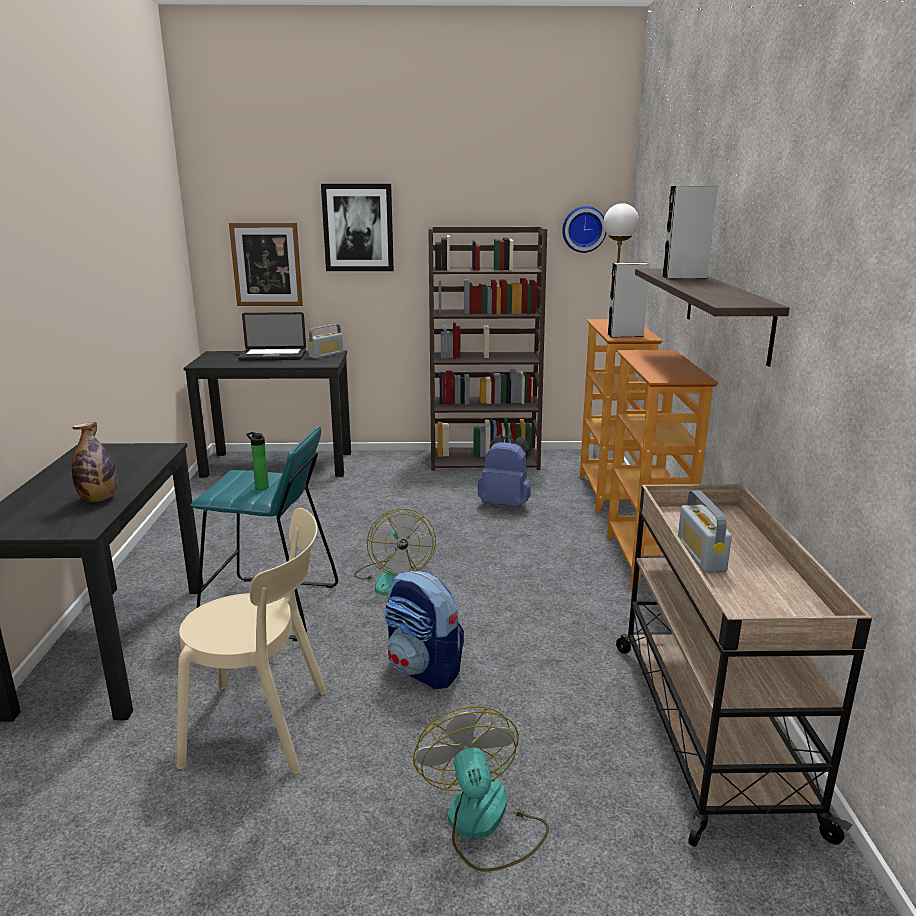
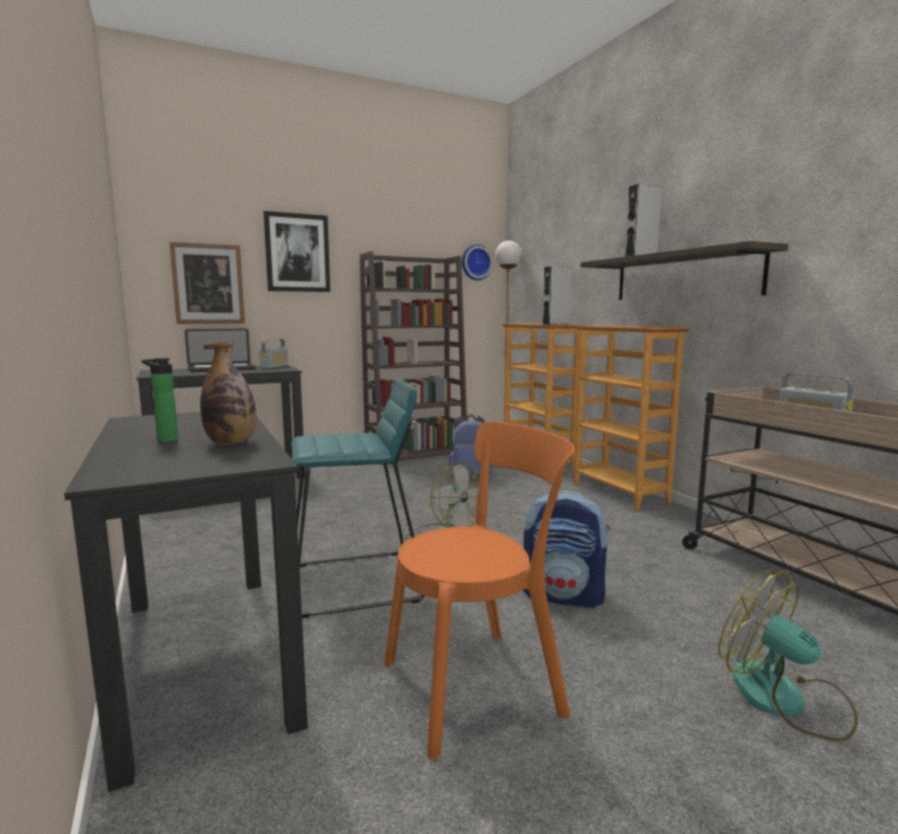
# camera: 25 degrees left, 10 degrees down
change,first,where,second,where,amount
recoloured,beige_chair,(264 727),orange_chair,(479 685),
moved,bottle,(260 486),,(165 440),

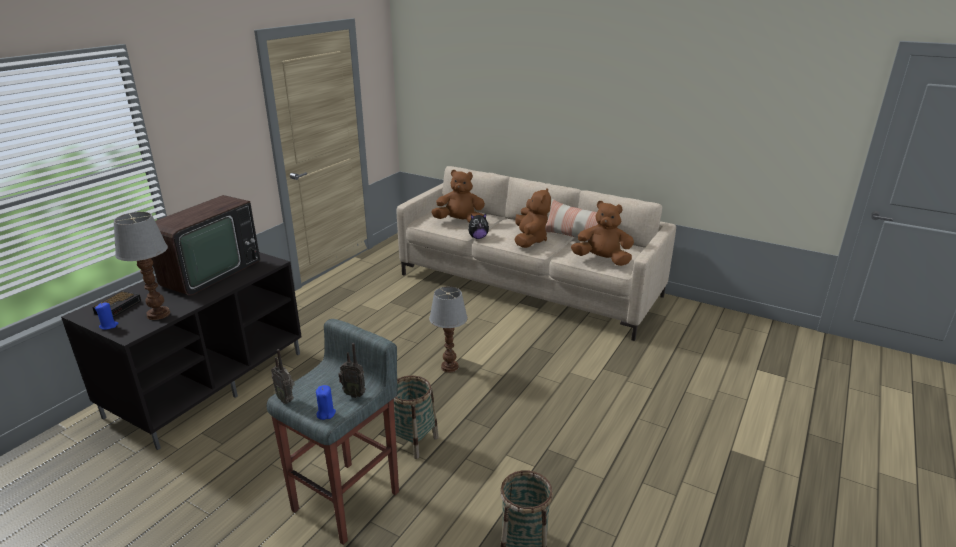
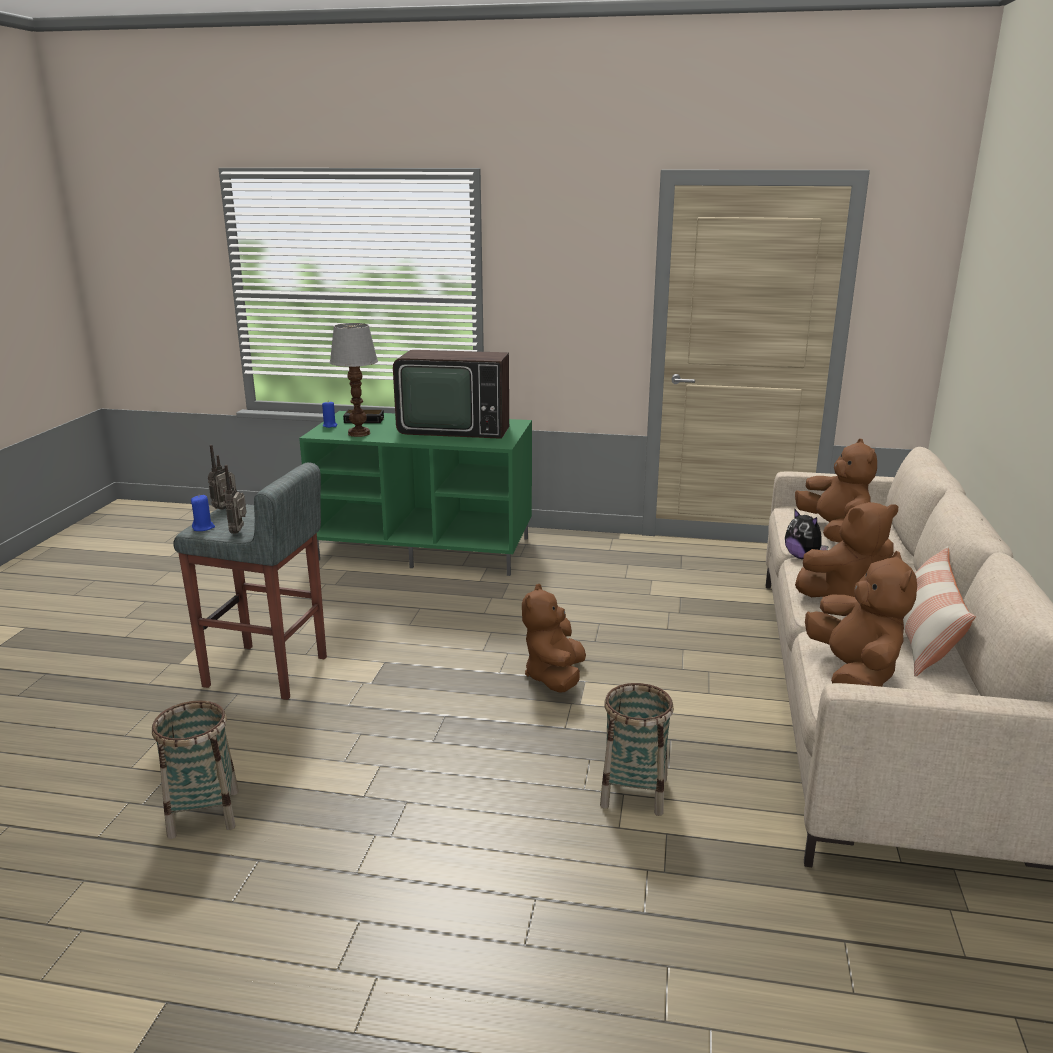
# camera: 70 degrees right, 5 degrees down
change,first,where,second,where,amount
recoloured,black_tv_stand,(208 382),green_tv_stand,(427 548),
moved,basket,(413 441),,(633 792),
replaced,table_lamp,(449 367),brown_plush_toy,(555 677),

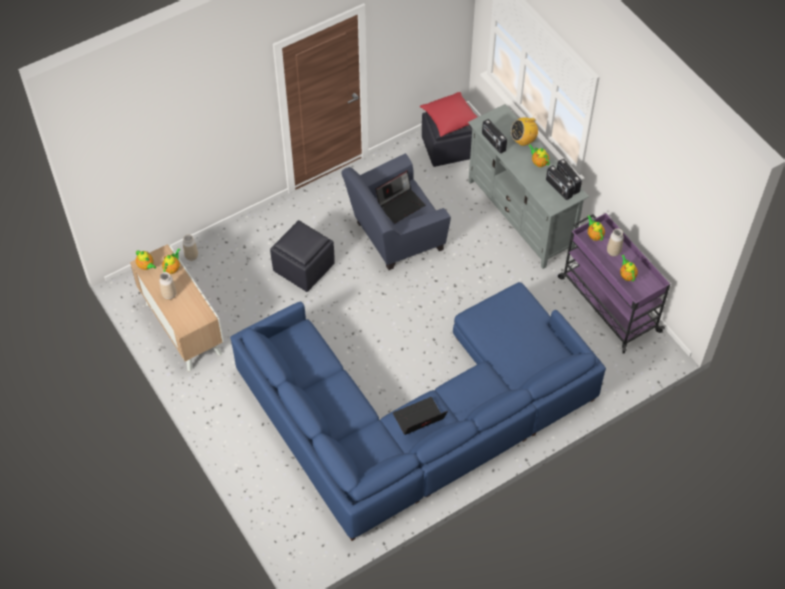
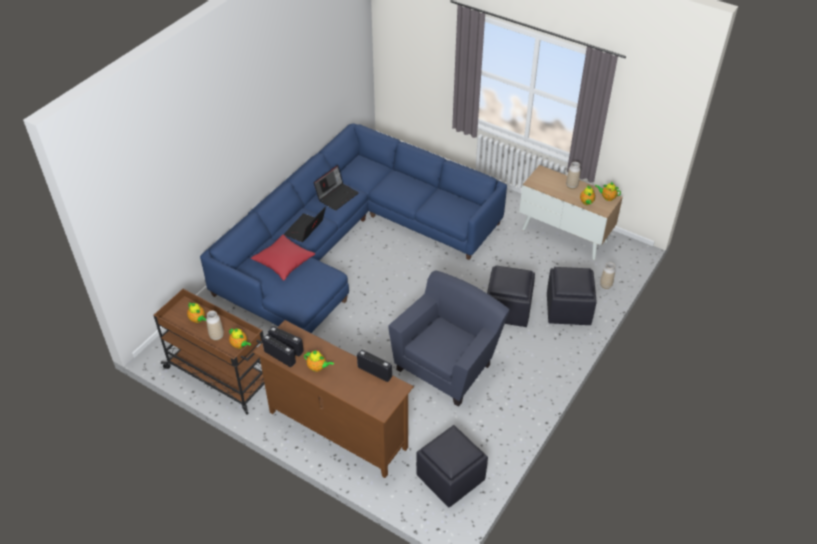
# camera: 155 degrees right, 10 degrees down
change,first,where,second,where,amount
moved,laptop,(400 204),,(305 230),
moved,red_pillow,(450 119),,(284 262),
recoloured,grey_tv_stand,(520 216),brown_tv_stand,(337 430),
removed,radio,(523 140),,,
recoloured,purple_cart,(608 303),brown_cart,(221 376),
added,,,black_ottoman,(568 310),

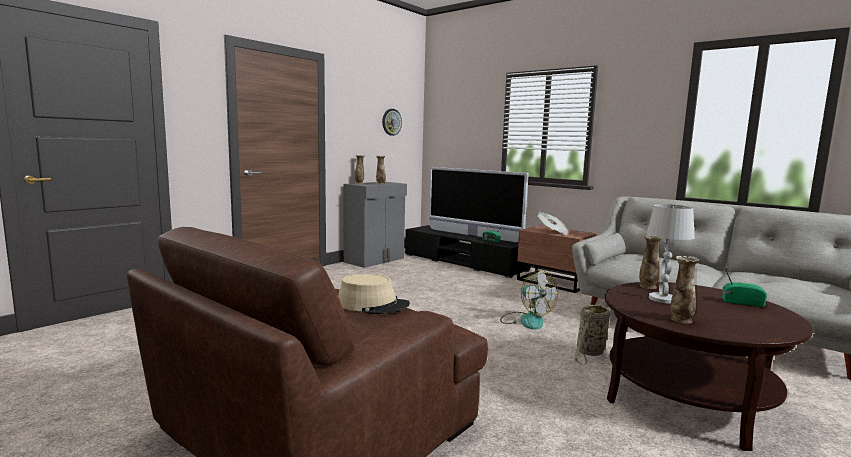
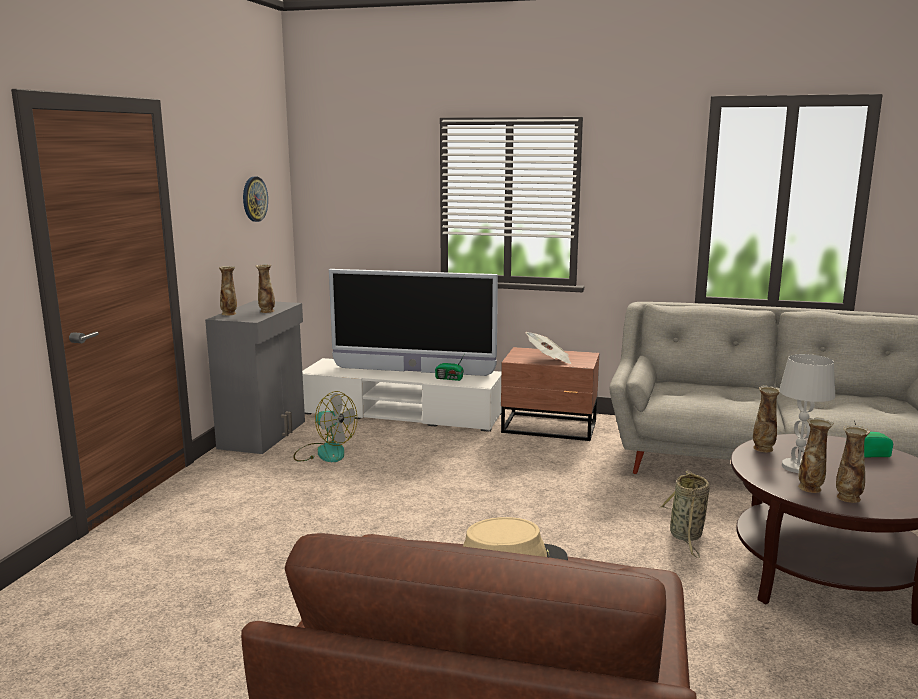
# camera: 25 degrees left, 5 degrees up
change,first,where,second,where,amount
recoloured,black_tv_stand,(464 262),white_tv_stand,(401 413),
moved,fan,(526 320),,(324 452),
added,,,vase,(810 488),

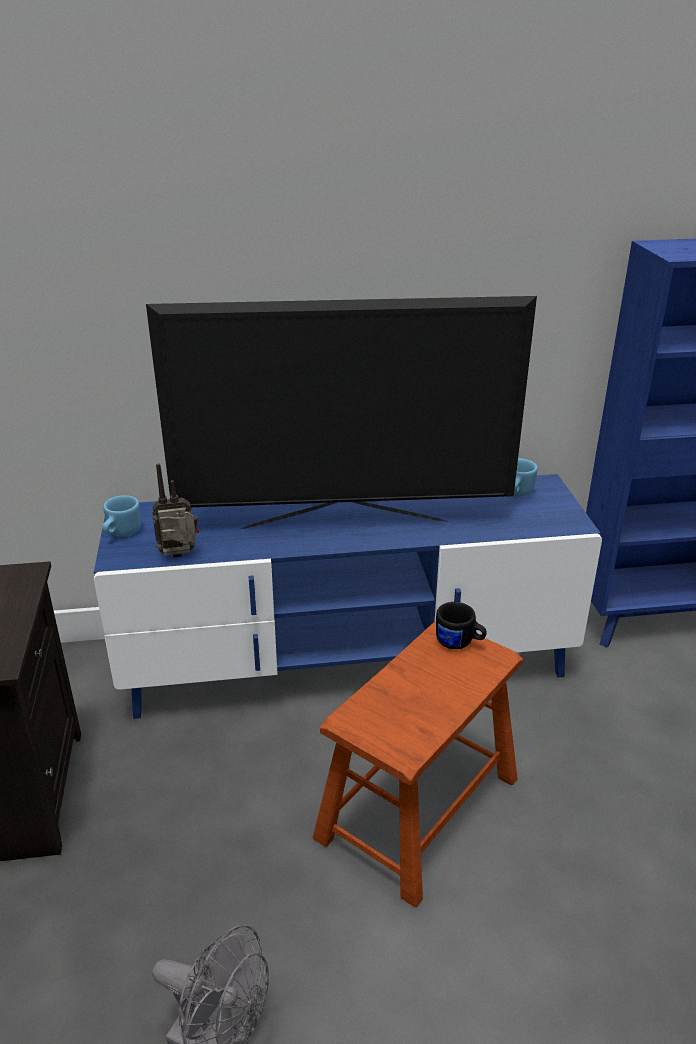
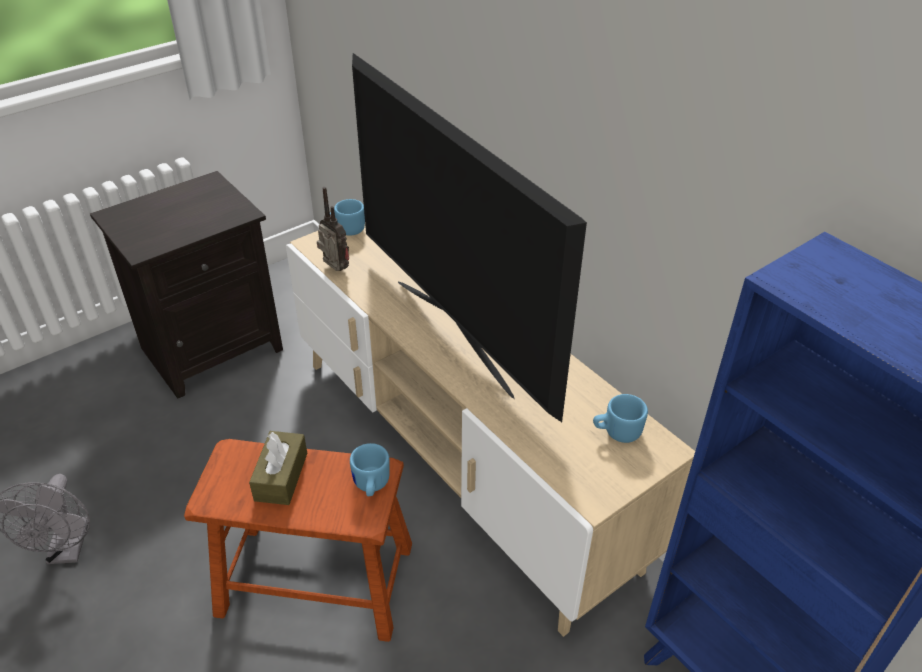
# camera: 60 degrees right, 10 degrees up
change,first,where,second,where,amount
recoloured,blue_tv_stand,(347 661),beige_tv_stand,(460 457),
recoloured,black_mug,(459 643),blue_mug,(370 486),
added,,,brown_tissue_box,(281 476),

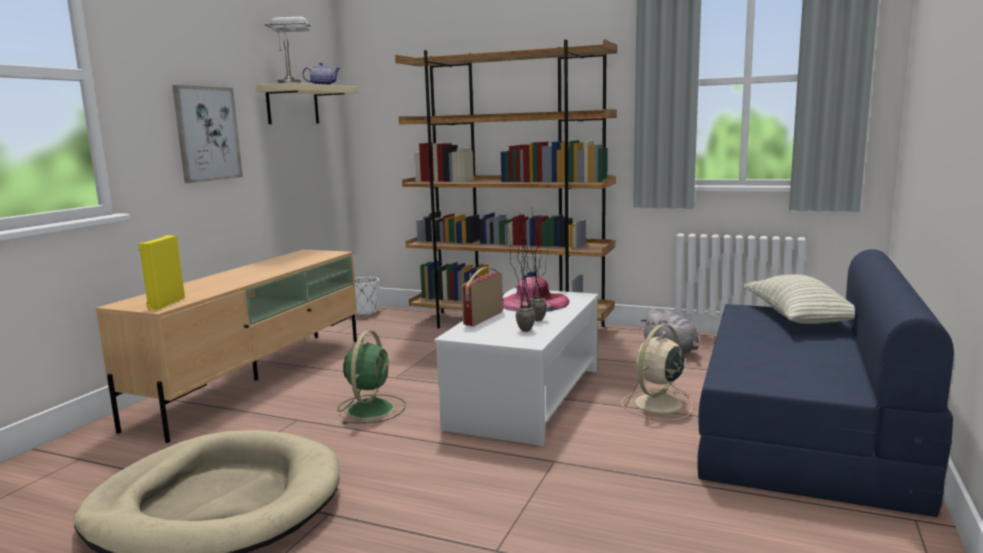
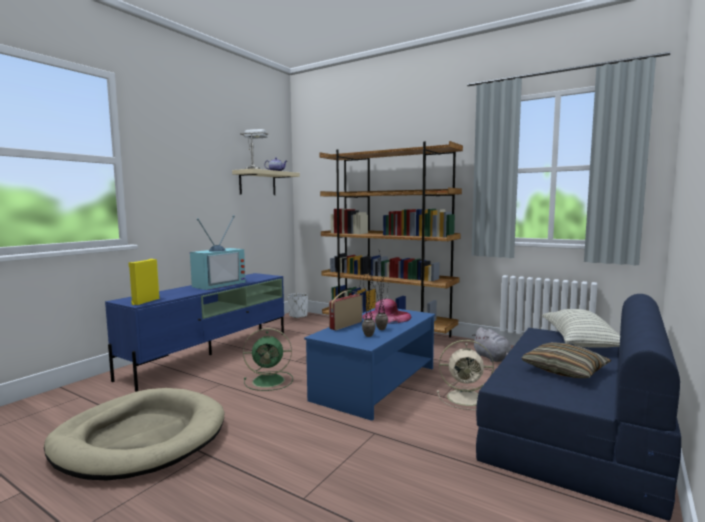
# camera: 10 degrees right, 5 degrees down
change,first,where,second,where,amount
recoloured,beige_tv_stand,(258 379),blue_tv_stand,(211 354),
removed,picture,(207 134),,,
turned,green_fan,(371 408),,(270 381),60 degrees clockwise
recoloured,white_coffee_table,(526 398),blue_coffee_table,(375 383),
turned,beige_fan,(657 405),,(466 398),135 degrees counterclockwise
added,,,television,(218 284),
added,,,pillow,(564 370),

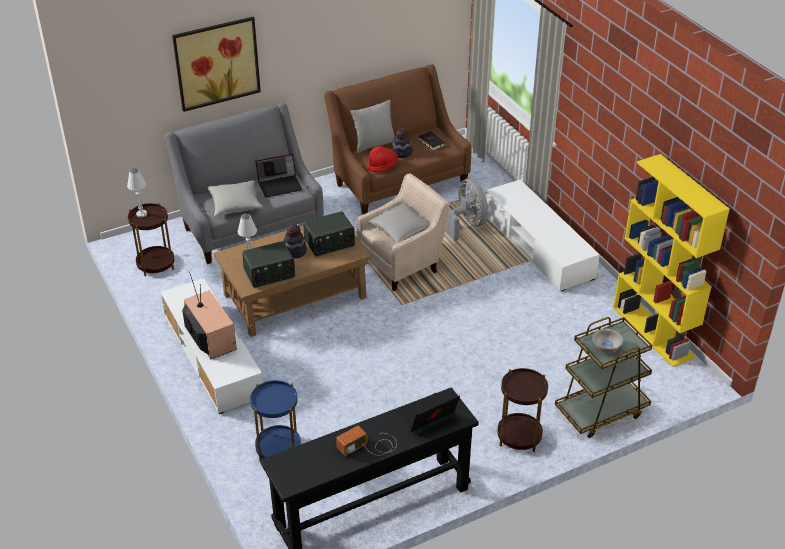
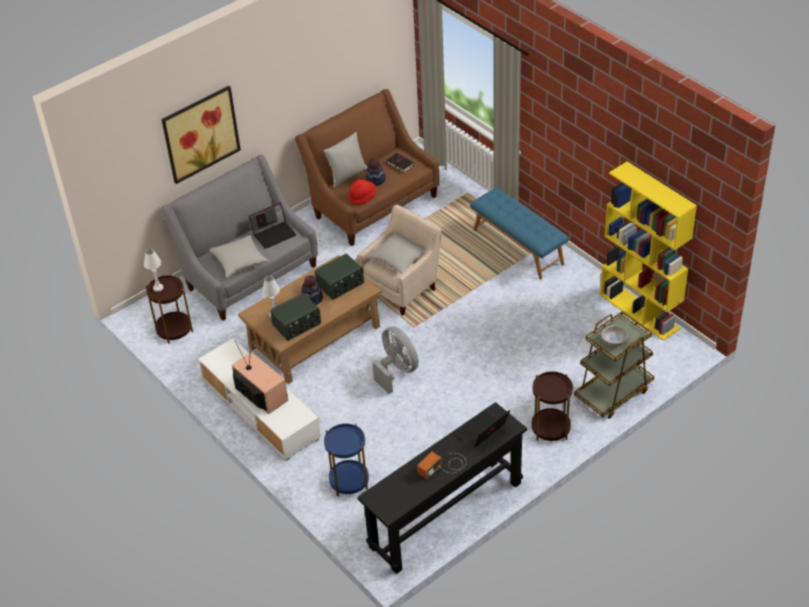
# camera: 10 degrees left, 5 degrees up
change,first,where,second,where,amount
moved,grey_fan,(467 224),,(397 371),
replaced,white_tv_stand,(537 245),blue_bench,(518 246),

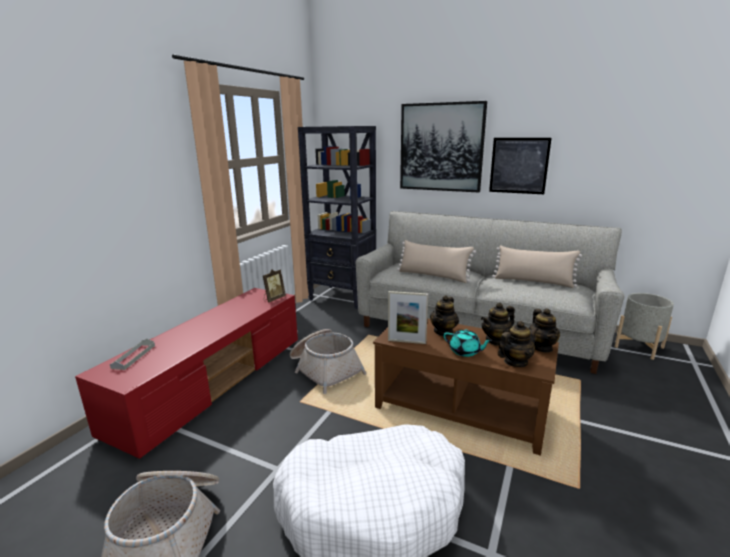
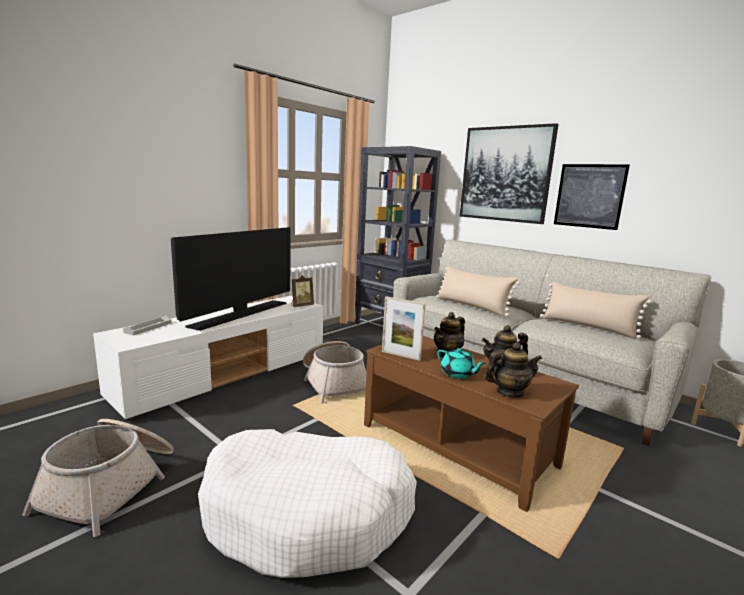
# camera: 15 degrees right, 5 degrees down
change,first,where,second,where,amount
recoloured,red_tv_stand,(214 382),white_tv_stand,(227 374),
removed,teapot,(541 347),,,
added,,,television,(240 314),

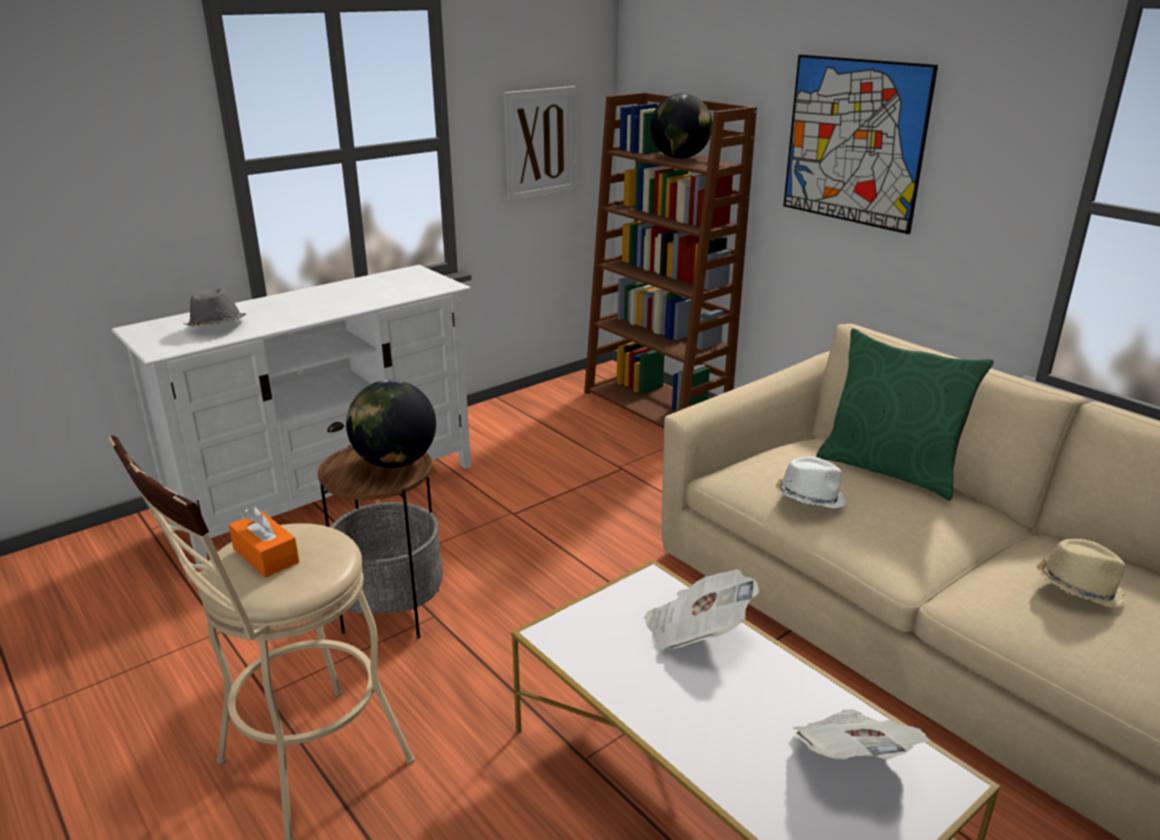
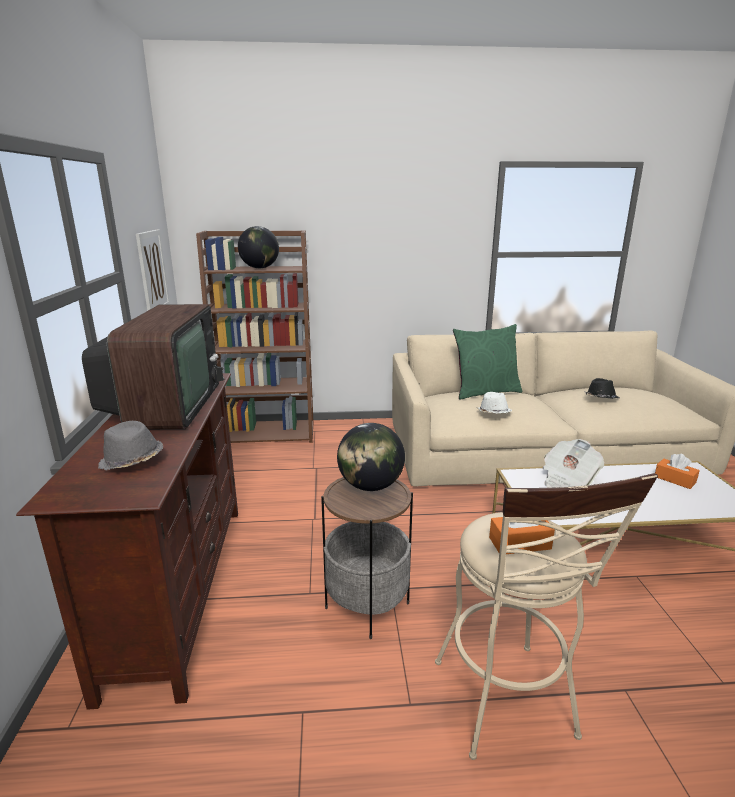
# camera: 55 degrees left, 5 degrees down
change,first,where,second,where,amount
recoloured,white_tv_stand,(329 494),brown_tv_stand,(179 588),
removed,picture,(854 142),,,
replaced,newspaper,(853 758),orange_tissue_box,(674 479),
recoloured,beige_hat,(1077 588),black_hat,(600 398),
added,,,television,(167 407),

